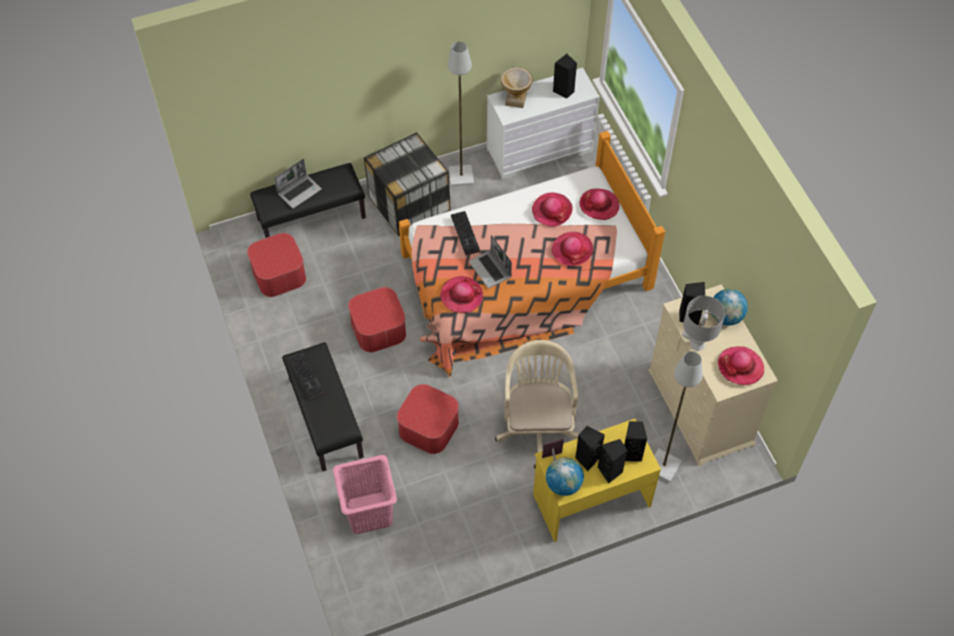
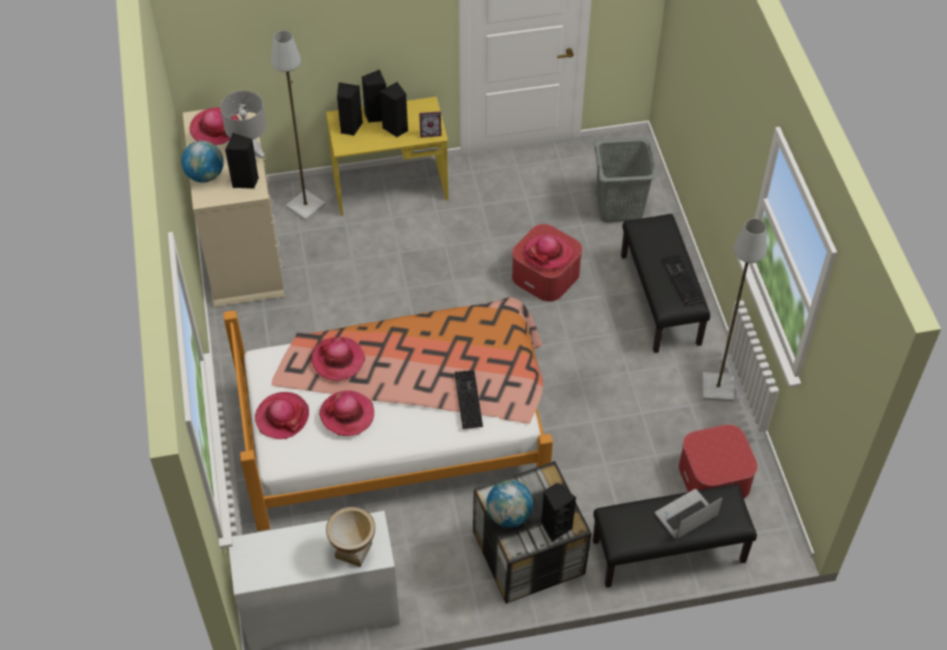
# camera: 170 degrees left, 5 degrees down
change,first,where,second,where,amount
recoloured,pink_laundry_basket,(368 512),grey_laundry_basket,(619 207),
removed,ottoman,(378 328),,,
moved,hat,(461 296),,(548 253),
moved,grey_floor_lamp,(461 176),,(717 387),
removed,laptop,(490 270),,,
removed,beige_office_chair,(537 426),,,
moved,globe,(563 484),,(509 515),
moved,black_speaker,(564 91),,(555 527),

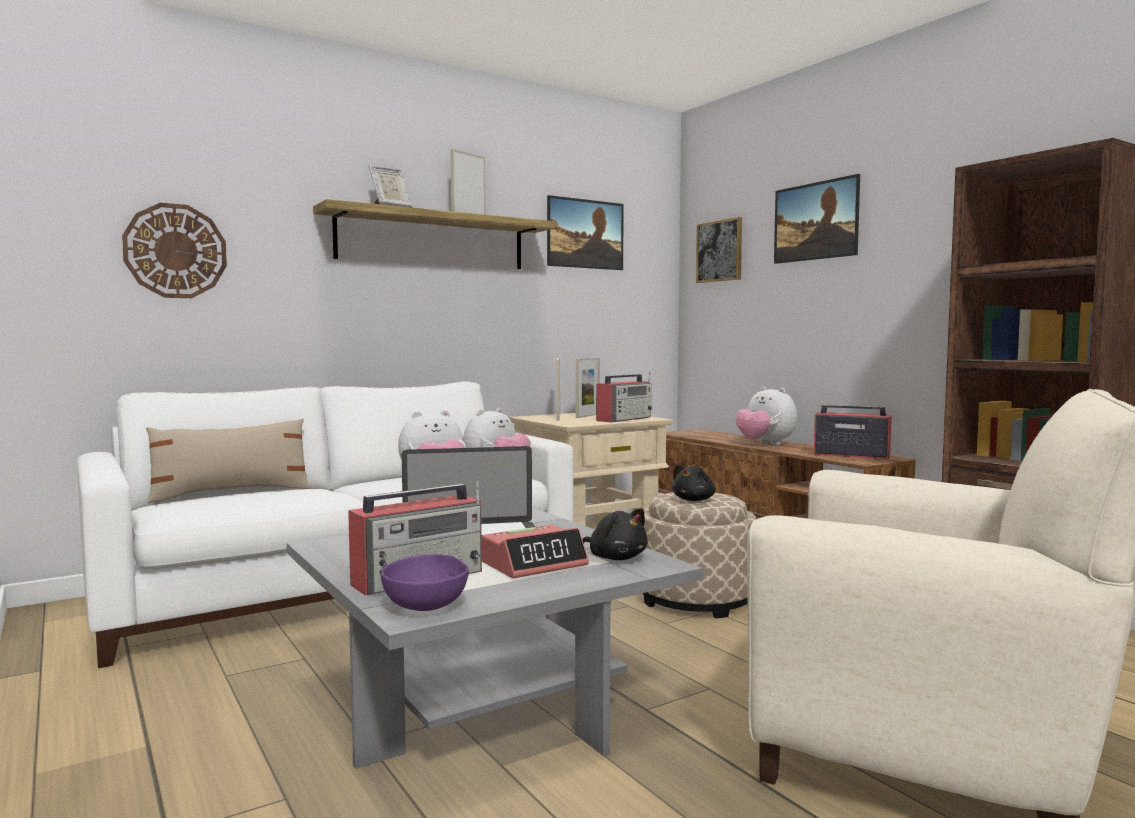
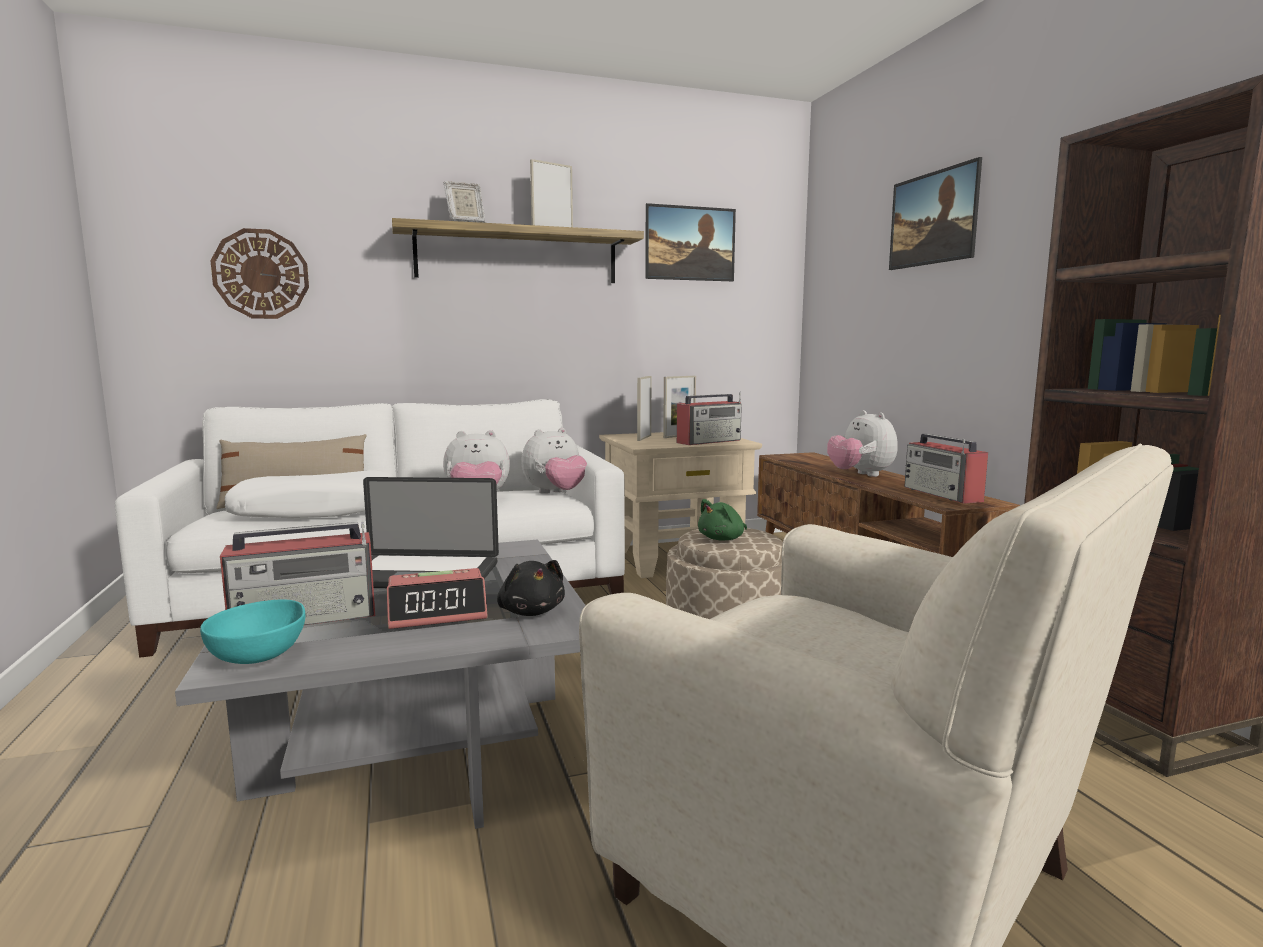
# camera: 15 degrees right, 5 degrees up
change,first,where,second,where,amount
recoloured,purple_bowl,(428 607),turquoise_bowl,(261 657),
recoloured,black_plush_toy,(694 500),green_plush_toy,(723 539),
removed,picture,(719 251),,,
turned,radio,(850 455),,(943 494),150 degrees counterclockwise
added,,,white_pillow,(317 511),

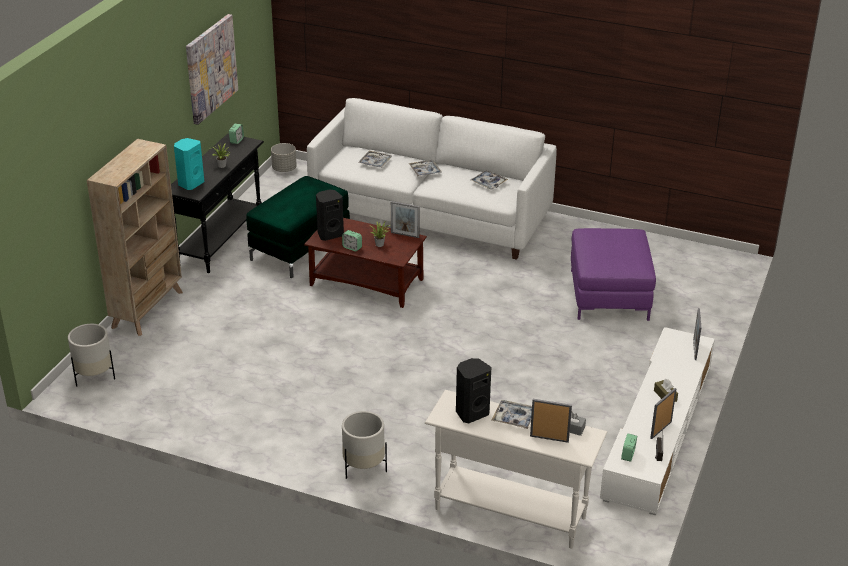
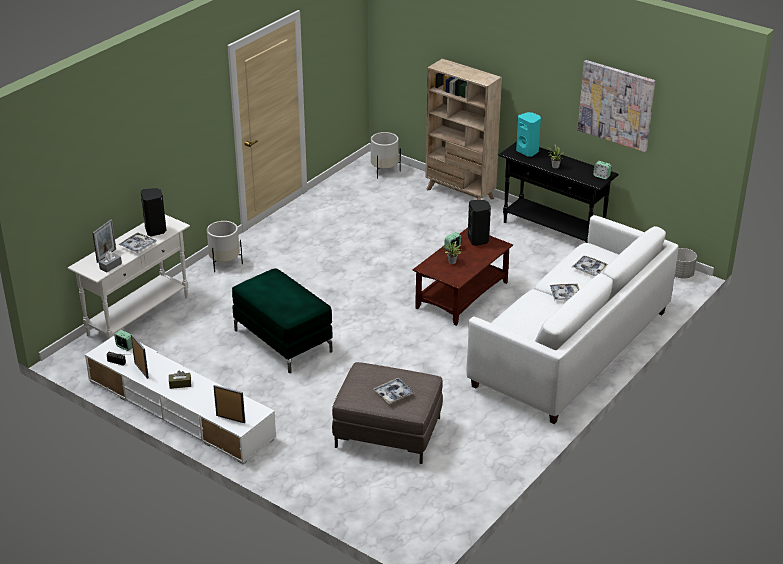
# camera: 105 degrees right, 0 degrees up
change,first,where,second,where,amount
moved,green_ottoman,(300 247),,(284 341),
removed,picture_frame,(405 235),,,
moved,tray,(488 183),,(393 394),
recoloured,purple_ottoman,(609 295),brown_ottoman,(388 432),

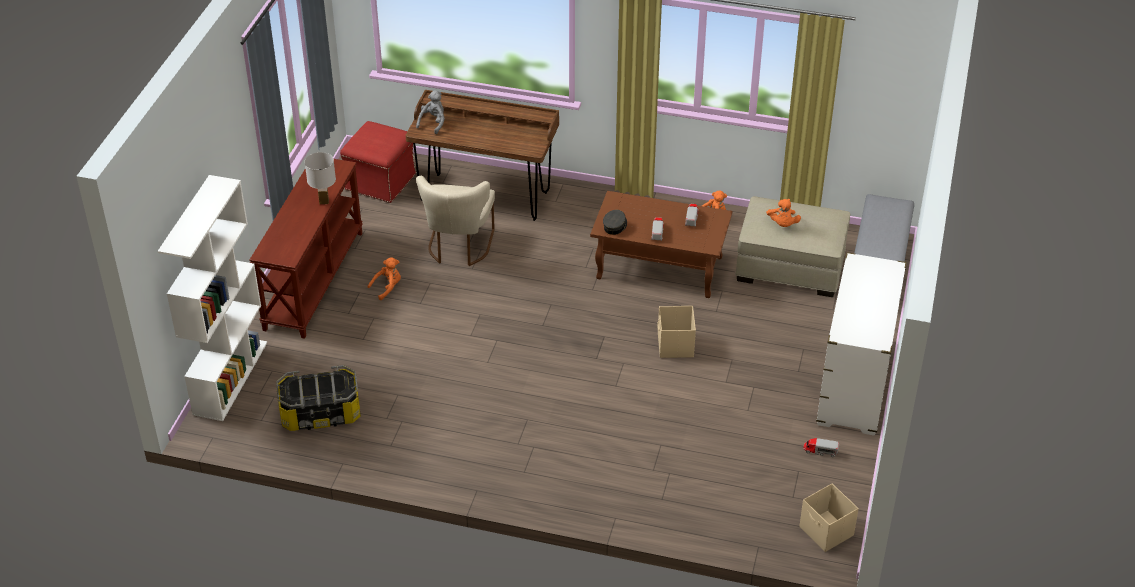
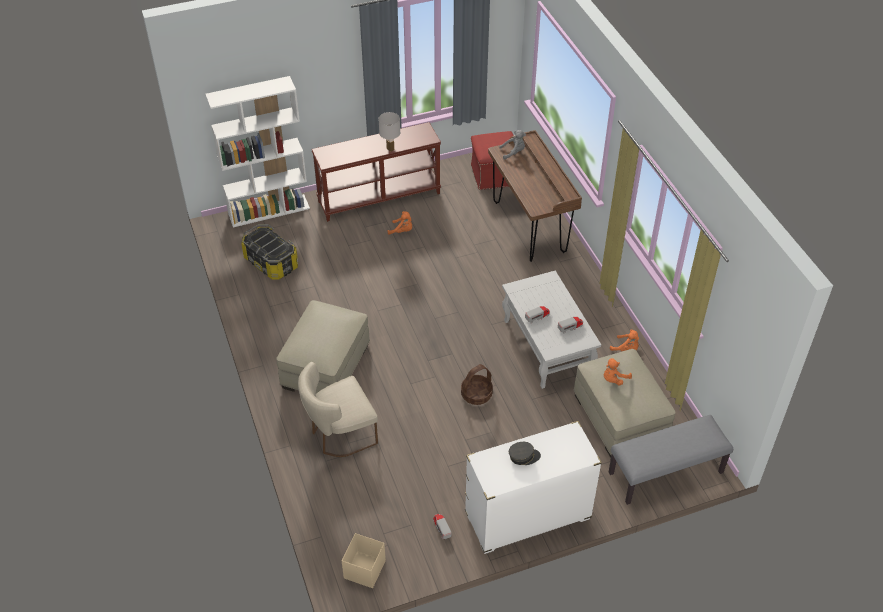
# camera: 55 degrees right, 5 degrees up
change,first,where,second,where,amount
moved,beige_chair,(459 248),,(339 435),
recoloured,brown_coffee_table,(658 267),white_coffee_table,(546 346),
moved,grey_cap,(615 226),,(523 456),
replaced,beige_storage_box,(675 346),basket,(476 394),
added,,,beige_ottoman,(326 365),

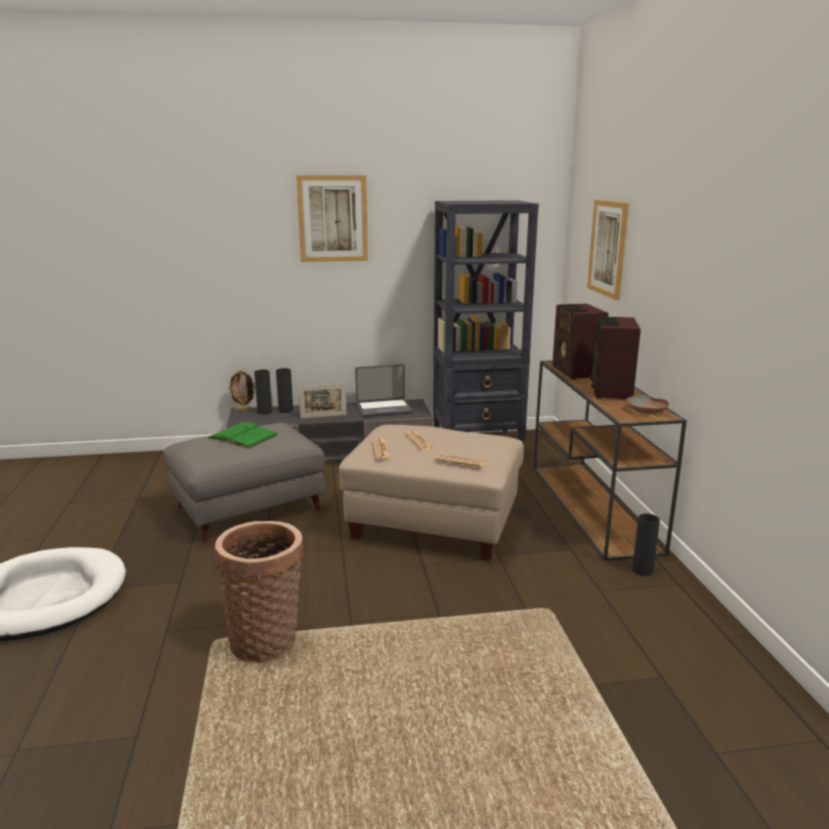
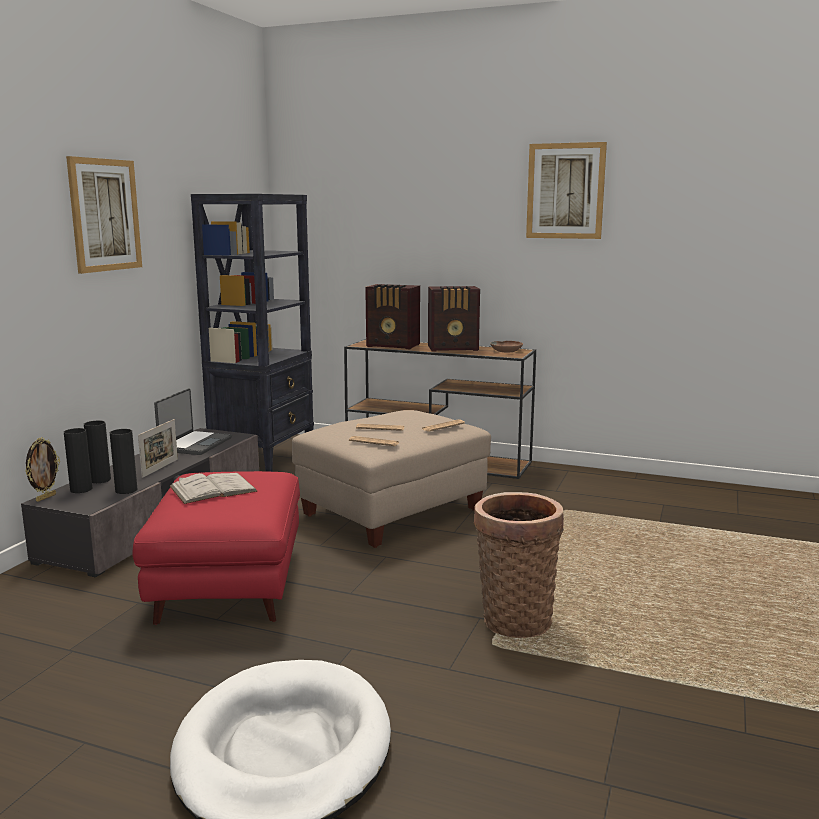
# camera: 60 degrees left, 5 degrees down
change,first,where,second,where,amount
recoloured,grey_ottoman,(248 509),red_ottoman,(228 584),
recoloured,green_book,(243 436),white_book,(213 489),
moved,picture,(608 248),,(565 191),
turned,radio,(610 391),,(454 348),45 degrees counterclockwise
moved,black_vase,(642 570),,(126 490),

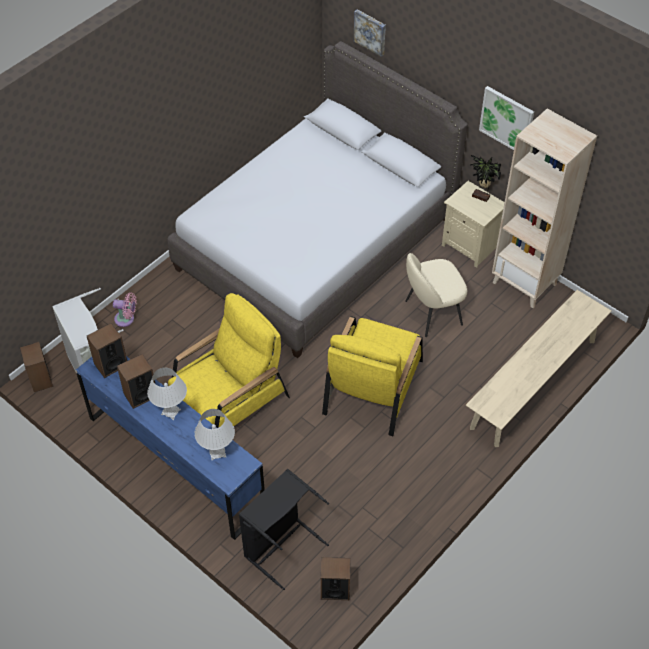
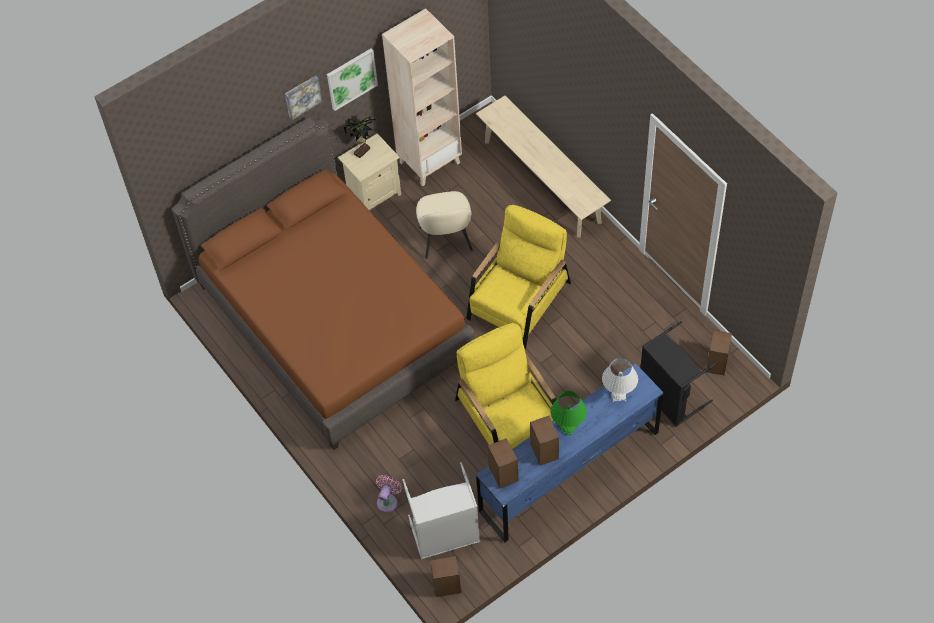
# camera: 75 degrees left, 5 degrees up
change,first,where,second,where,amount
recoloured,white_table_lamp,(171 412),green_table_lamp,(568 428),
recoloured,grey_bed,(315 243),brown_bed,(333 320),
turned,yellow_armchair,(372 387),,(519 301),90 degrees counterclockwise
moved,picture,(370 32),,(302 96),

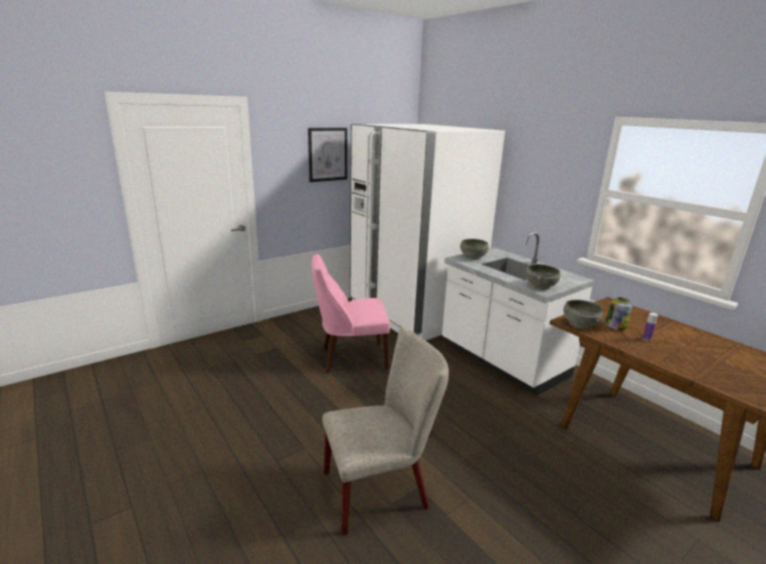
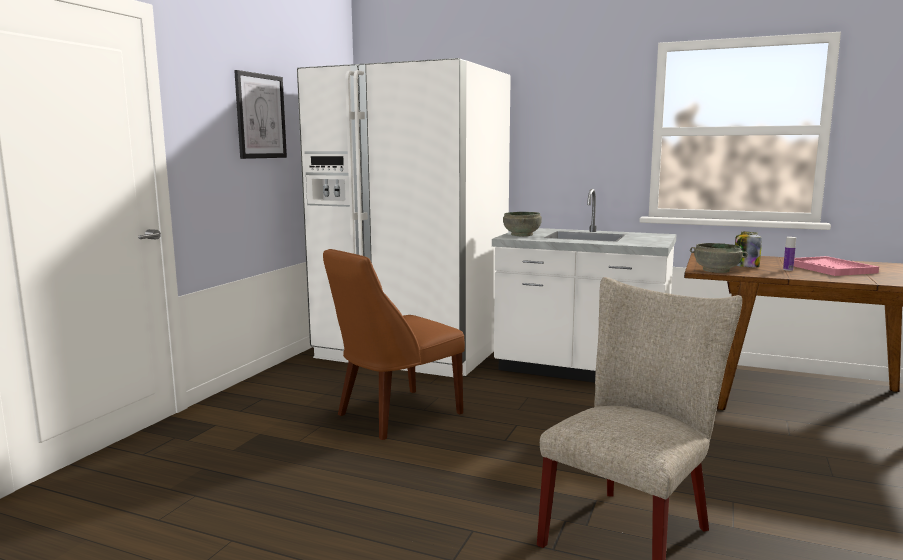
# camera: 30 degrees left, 10 degrees down
change,first,where,second,where,amount
recoloured,pink_chair,(350 358),brown_chair,(394 415),
removed,grey_bowl,(540 286),,,
added,,,pink_tray,(830 268),

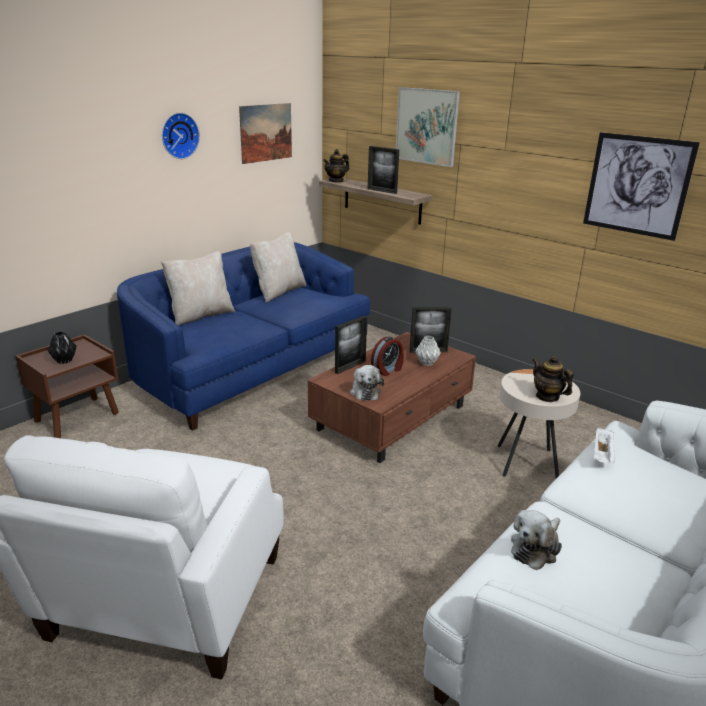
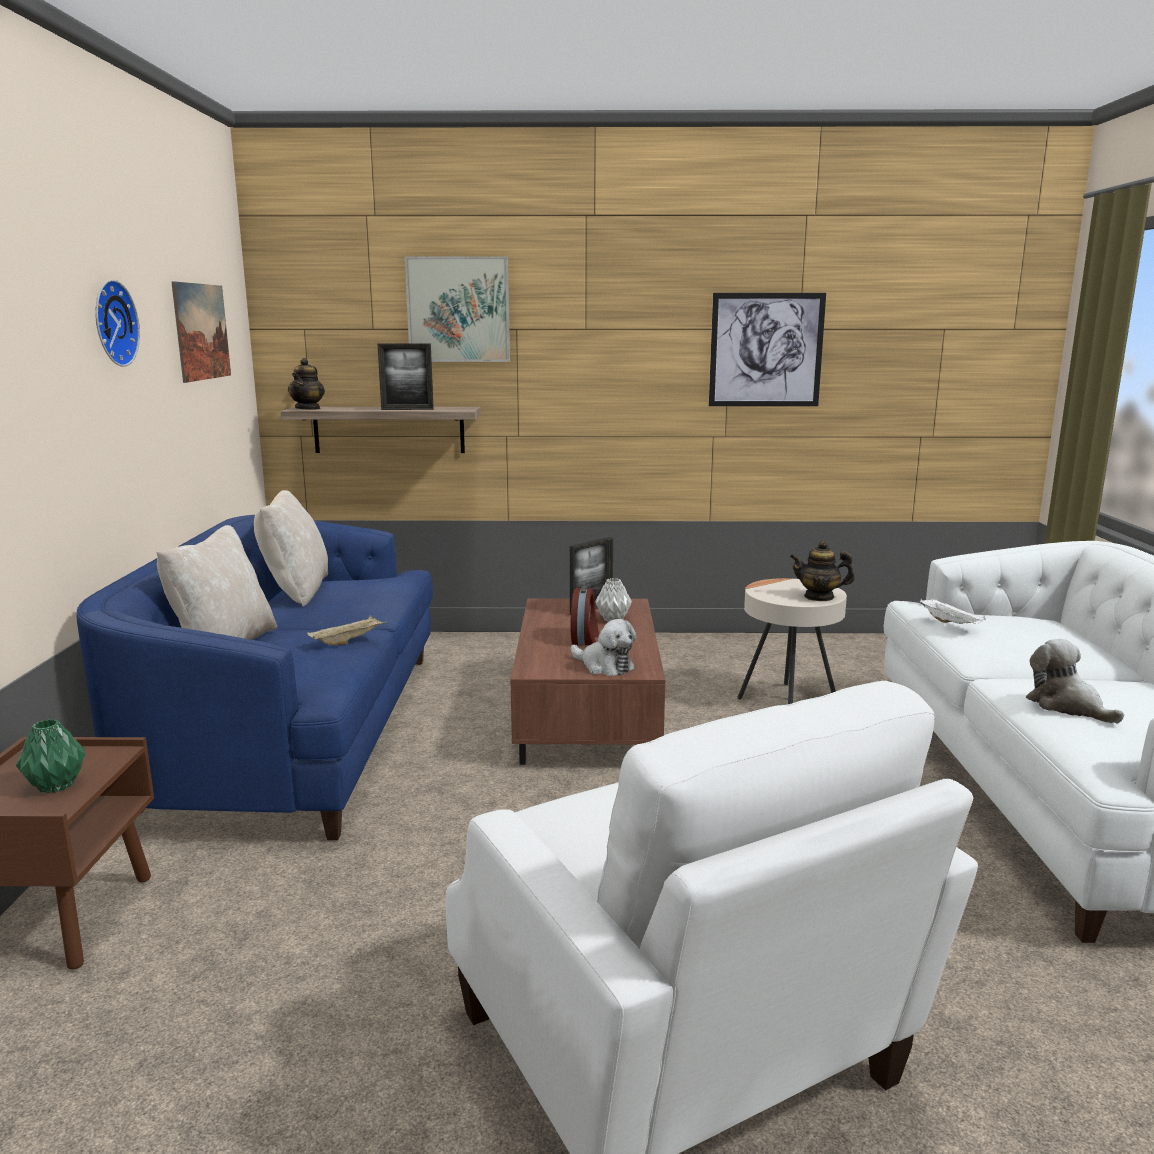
# camera: 40 degrees left, 10 degrees down
change,first,where,second,where,amount
recoloured,black_vase,(64 361),green_vase,(56 786),
removed,picture_frame,(350 367),,,
turned,plush_toy,(535 548),,(1067 706),150 degrees clockwise
added,,,beige_tray,(348 641),

